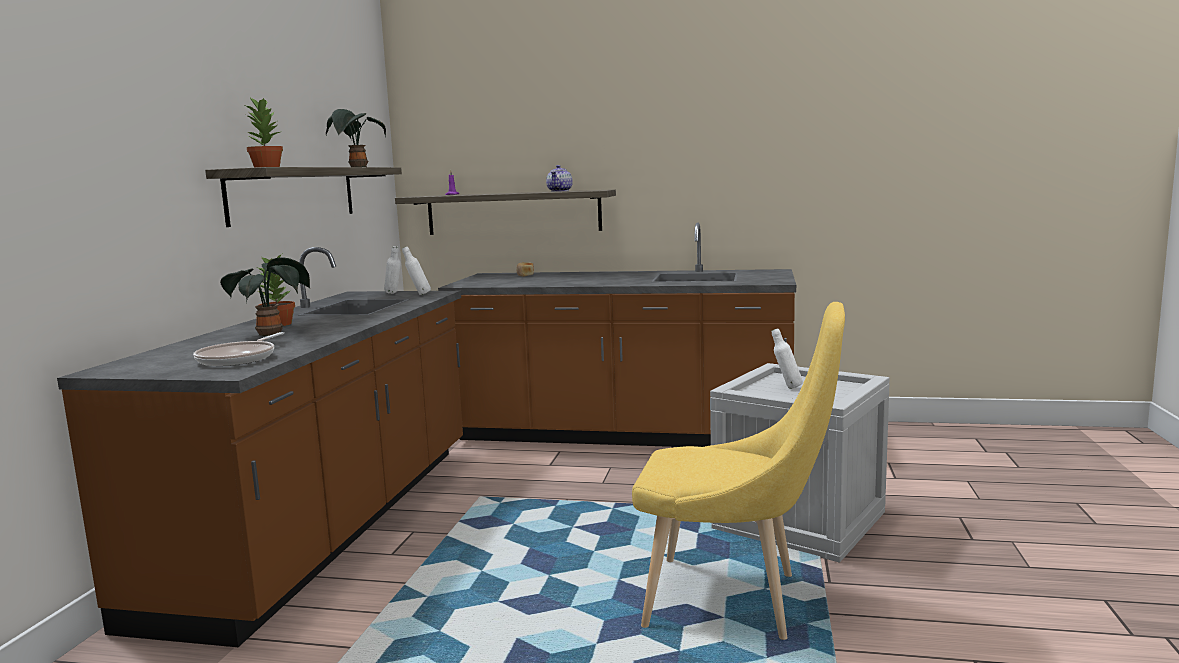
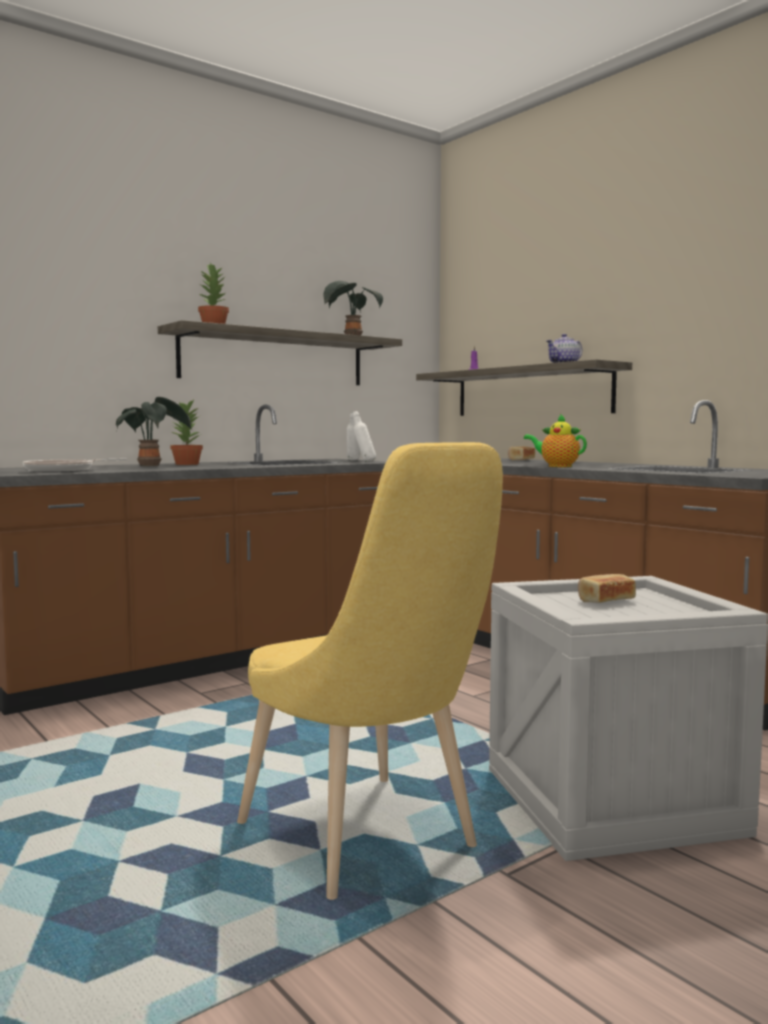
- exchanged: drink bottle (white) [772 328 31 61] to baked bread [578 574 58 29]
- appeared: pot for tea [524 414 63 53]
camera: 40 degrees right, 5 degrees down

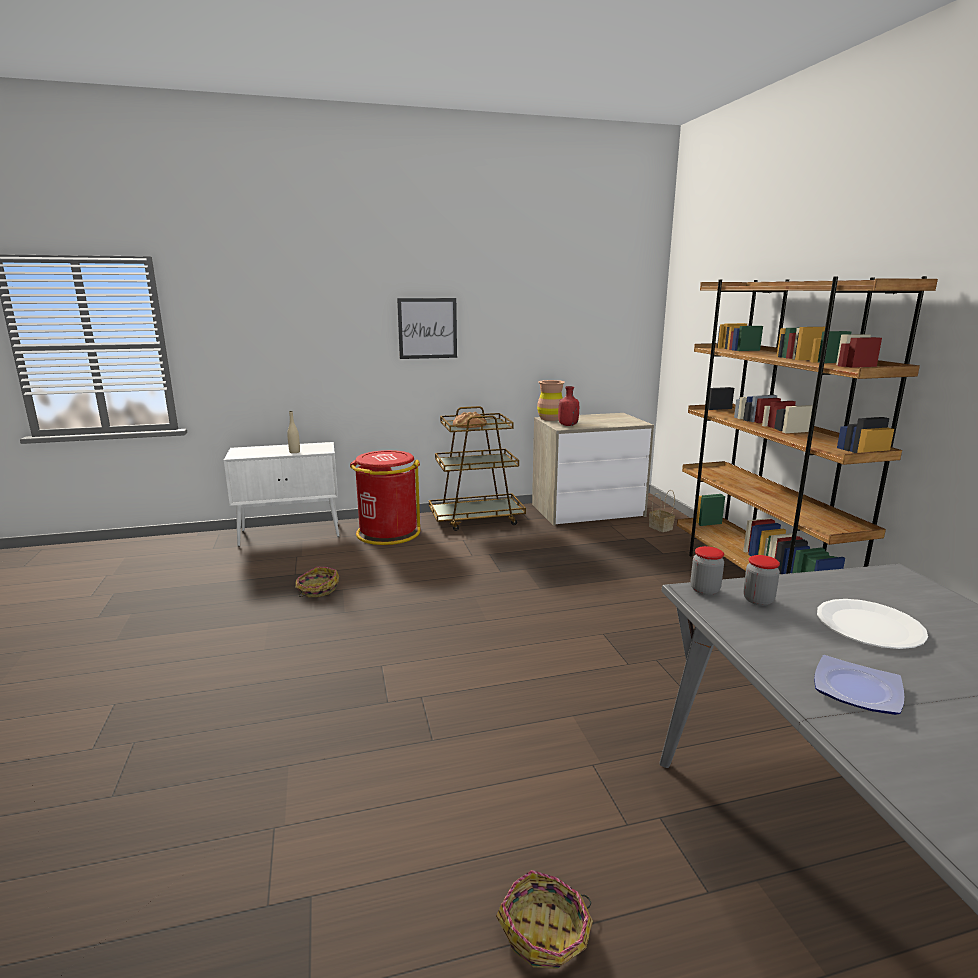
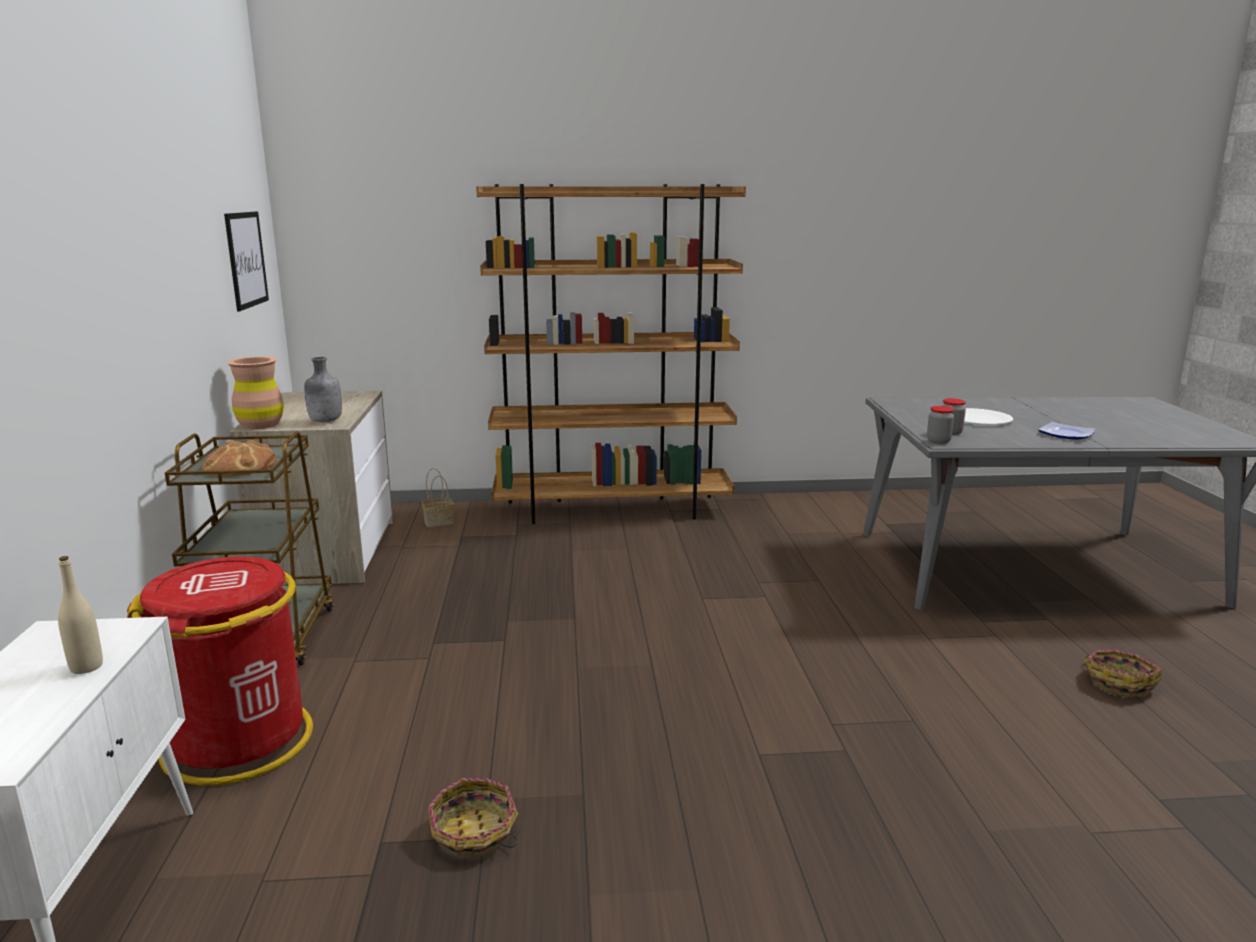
- relocated: wall art [397 298 60 61] to [224 211 45 100]
- colour: drink bottle (reddish) [558 386 21 40] to drink bottle (gray) [304 357 38 65]
camera: 80 degrees left, 0 degrees up

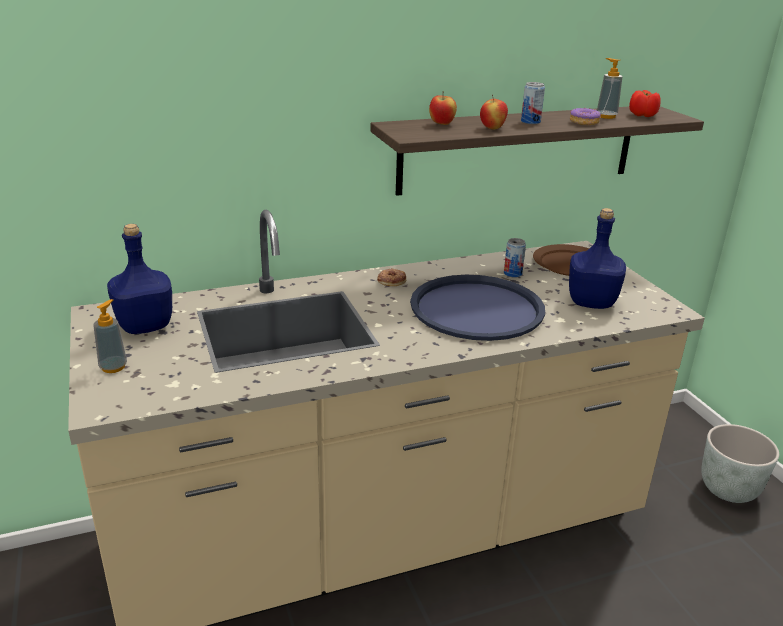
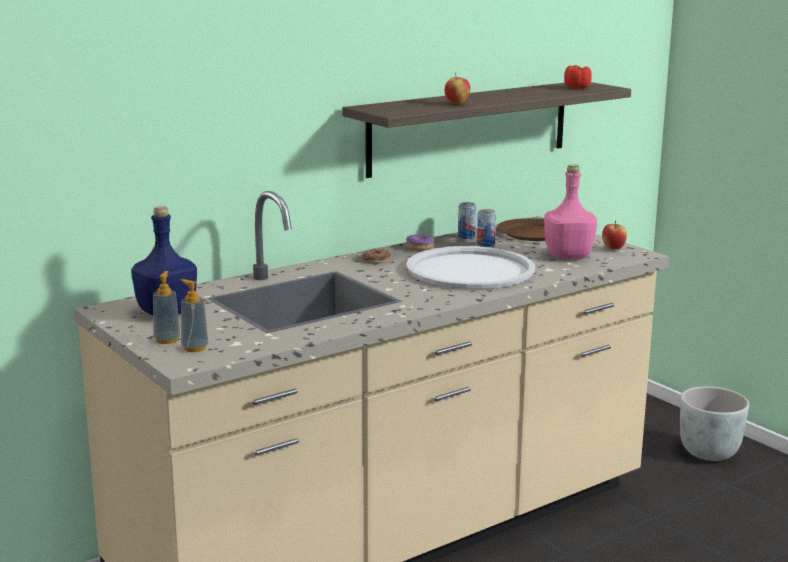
- relocated: soap dispenser [597 58 25 61] to [181 279 27 73]
- relocated: can [521 82 24 42] to [458 202 18 37]
- relocated: whole apple [429 91 28 34] to [602 221 25 29]
- relocated: doughnut [570 108 31 17] to [406 234 28 17]
- colour: drink bottle (blue-coloured) [569 208 57 101] to drink bottle (pink) [544 164 53 95]
- colour: tray (blue-coloured) [410 275 135 66] to tray (white) [406 246 129 43]
camera: 15 degrees left, 10 degrees down

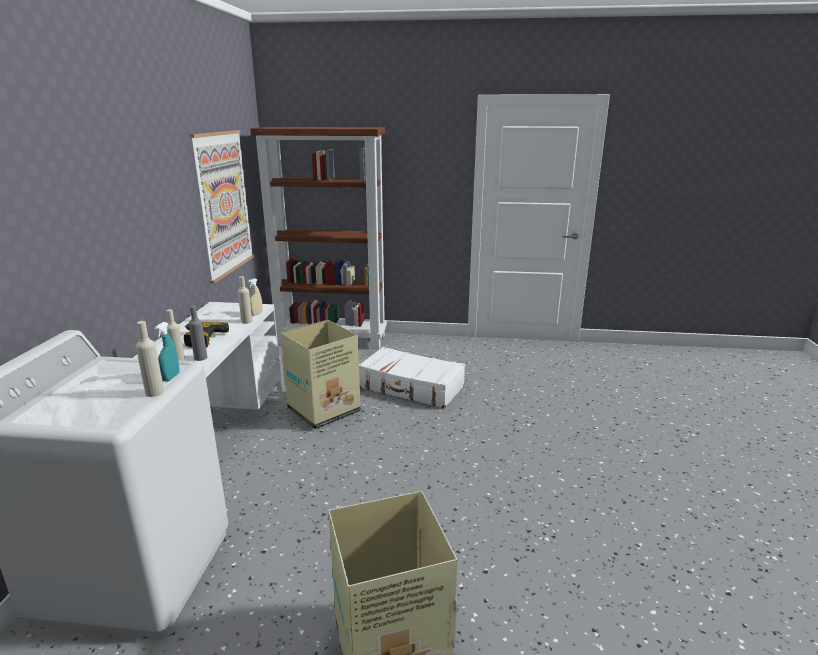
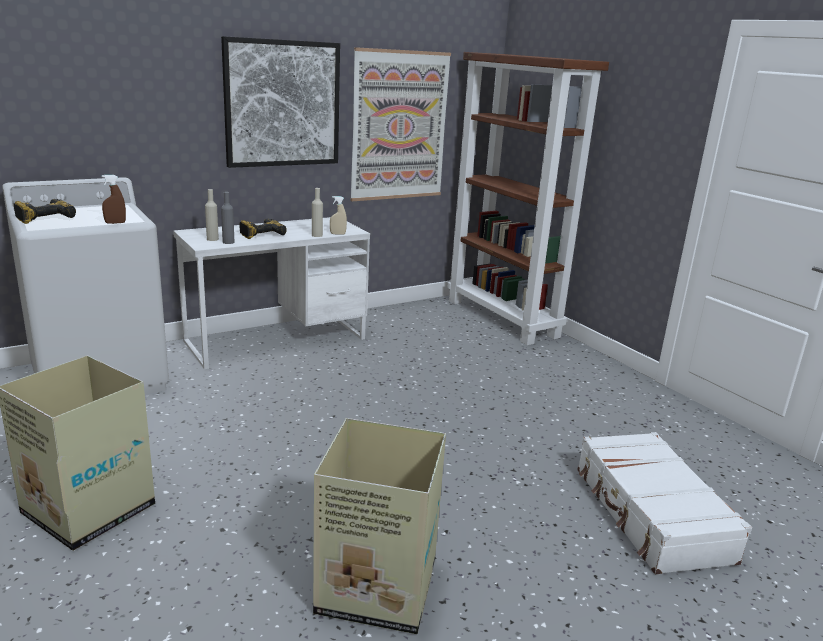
- relocated: cardboard box [281 320 80 109] to [313 418 133 216]
- missing: drink bottle (sand-coloured) [136 321 28 76]
- colour: spray bottle (turquoise) [155 322 24 59] to spray bottle (brown) [102 175 24 49]
- relocated: piece of luggage (white) [359 347 106 61] to [577 432 175 142]
- appeared: wall art [221 36 119 132]
- appeared: power drill [14 199 62 25]
camera: 50 degrees right, 0 degrees up

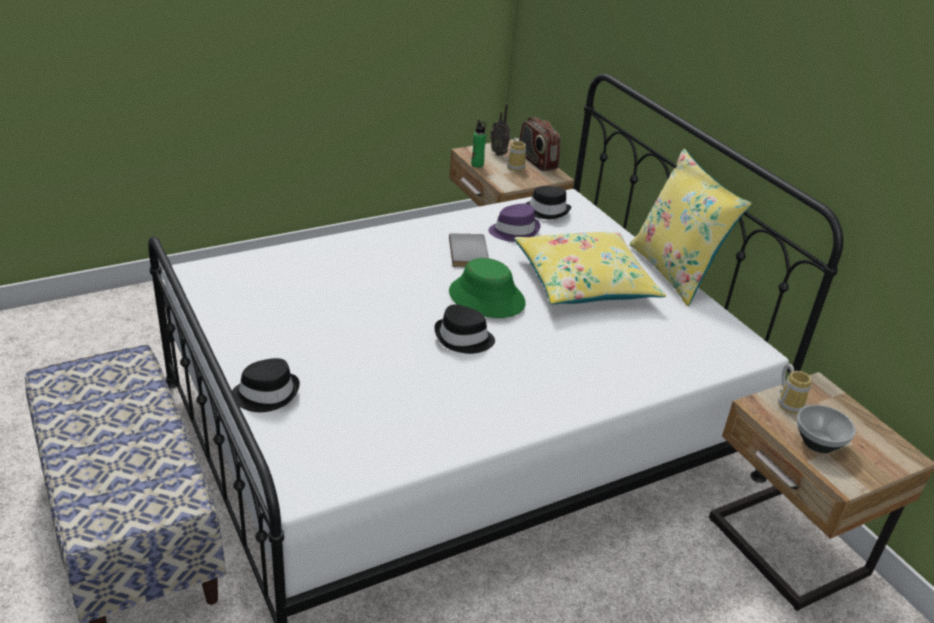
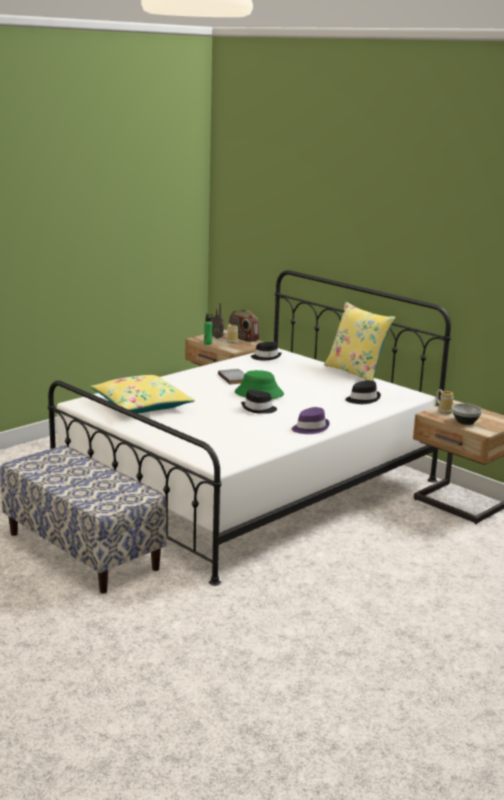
- relocated: wearable hat (purple-coloured) [488 203 52 39] to [292 407 38 27]
- relocated: throw pillow (yellow-coloured) [514 232 152 73] to [91 375 104 39]
- relocated: wearable hat (black-coloured) [232 358 68 54] to [345 380 36 24]
camera: 15 degrees left, 15 degrees down

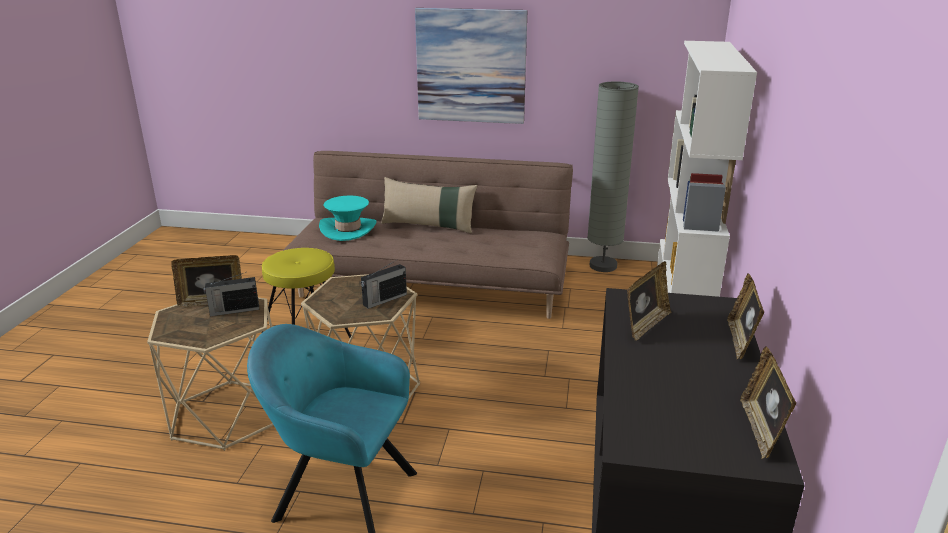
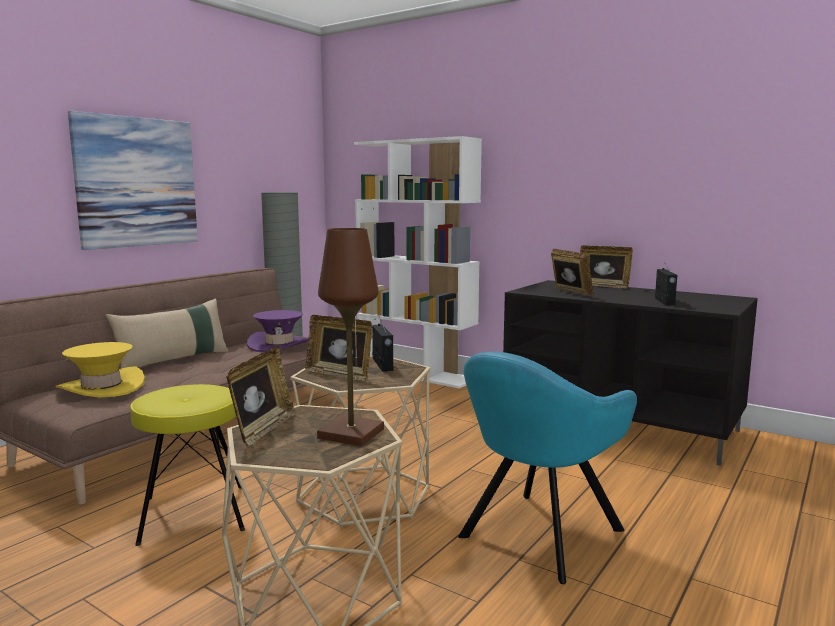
- colour: wearable hat (turquoise) [319 196 58 45] to wearable hat (yellow-coloured) [56 342 89 55]
- relocated: radio receiver [203 272 56 44] to [655 263 22 43]
- relocated: standing frame [740 346 56 113] to [305 315 67 66]
- appeared: table lamp (brown) [317 228 67 218]
- appeared: wearable hat (purple-coloured) [247 310 62 42]
camera: 65 degrees left, 15 degrees down

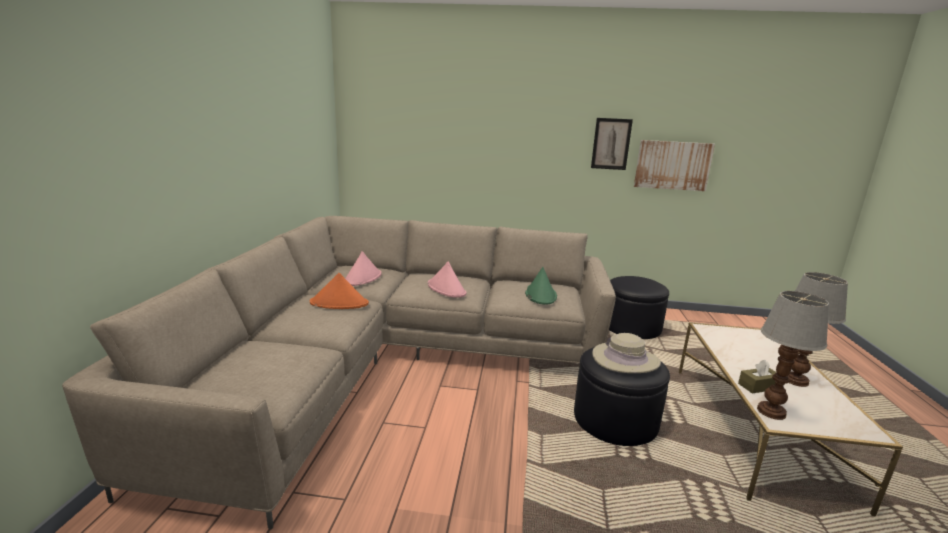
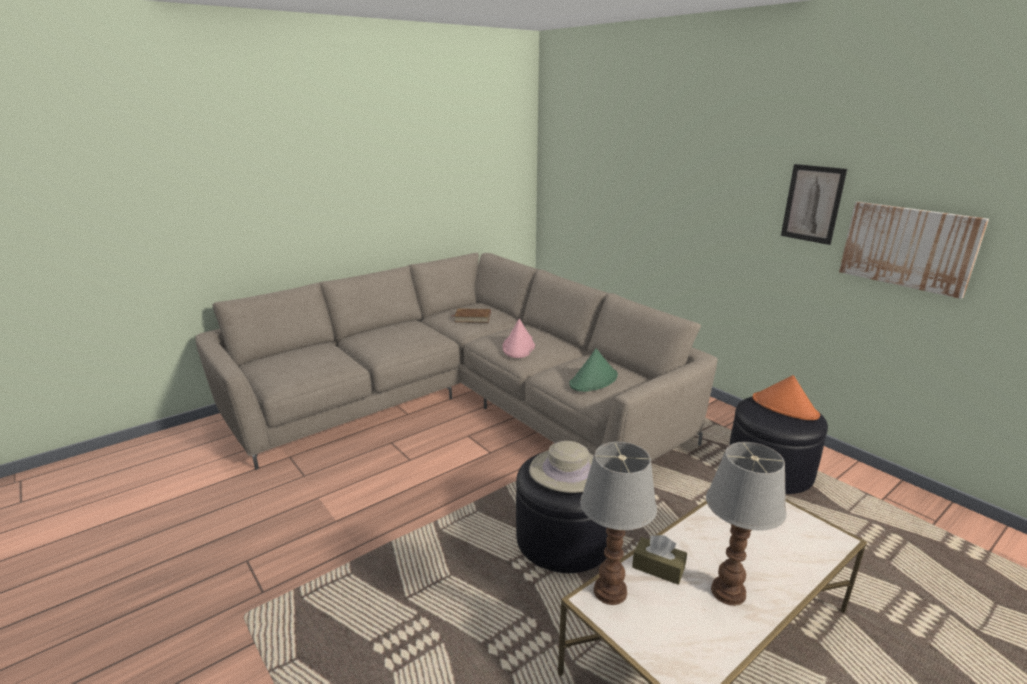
- exchanged: wearable hat (pink) [345 251 37 35] to volume (brown) [455 308 35 15]
- relocated: wearable hat (orangey) [310 273 59 36] to [752 375 68 45]
camera: 45 degrees right, 5 degrees up

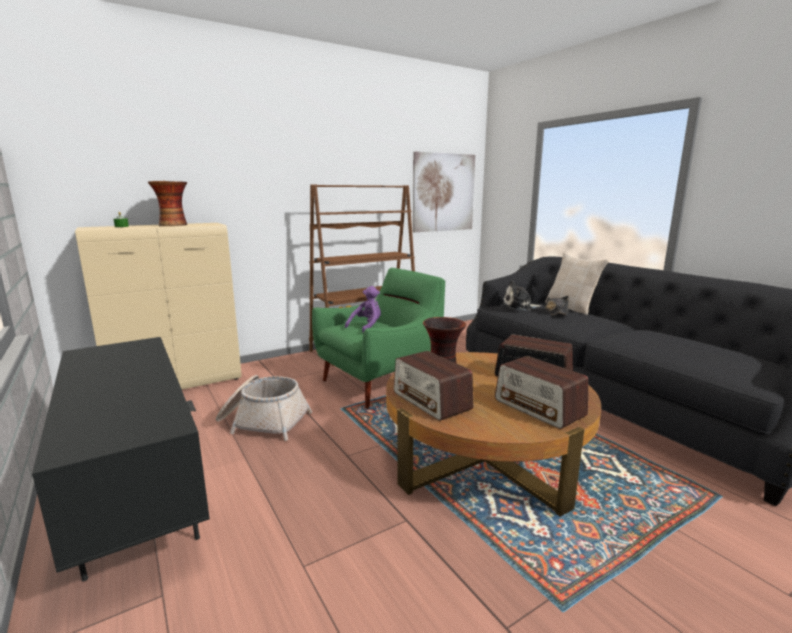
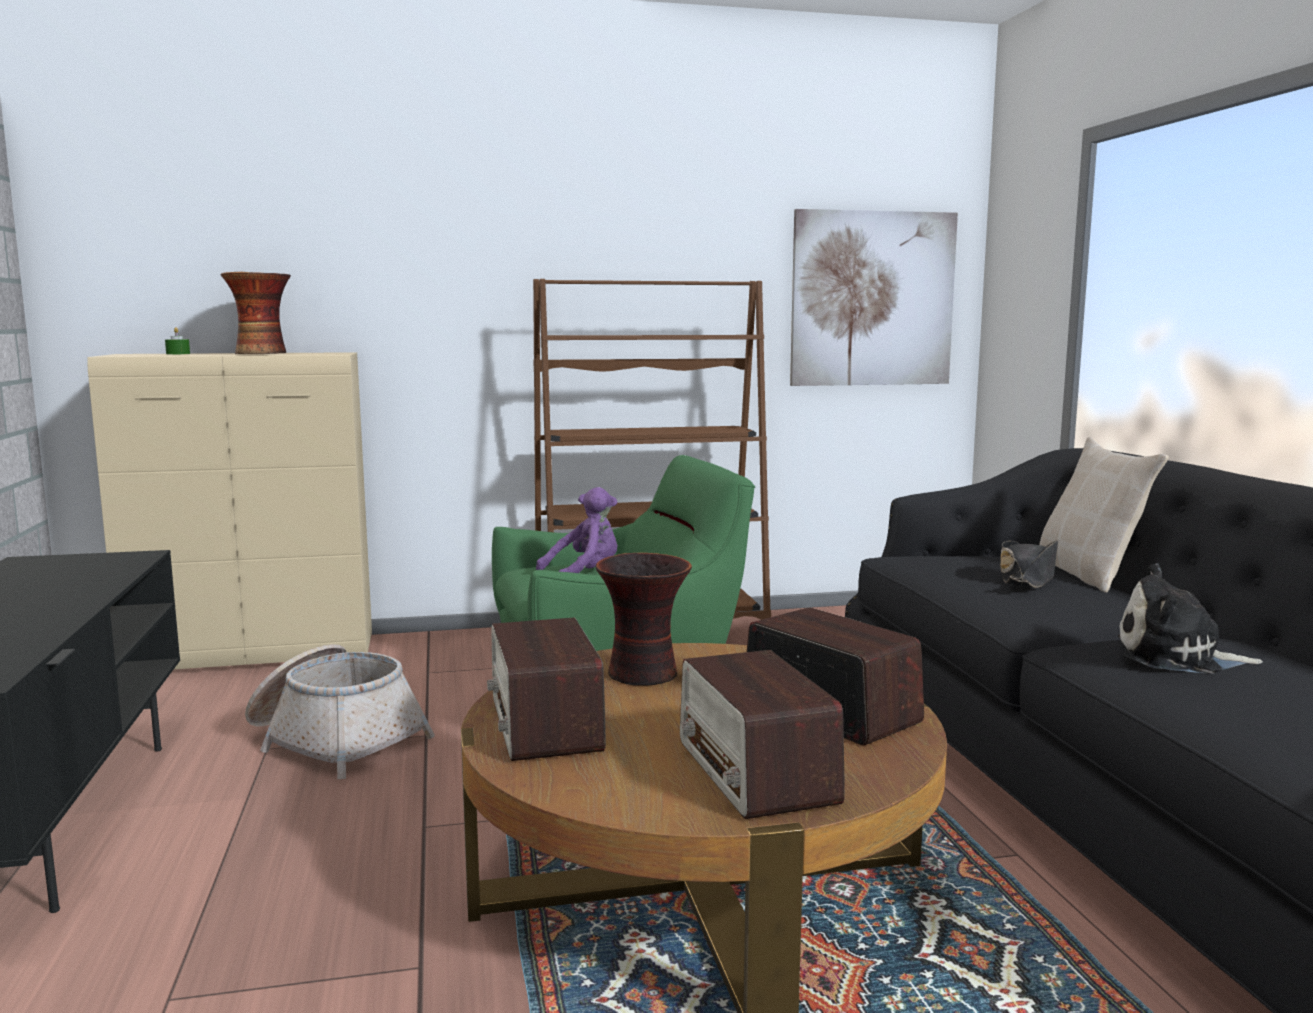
- relocated: soft toy [502 280 39 30] to [1118 563 145 111]
camera: 20 degrees right, 5 degrees down

